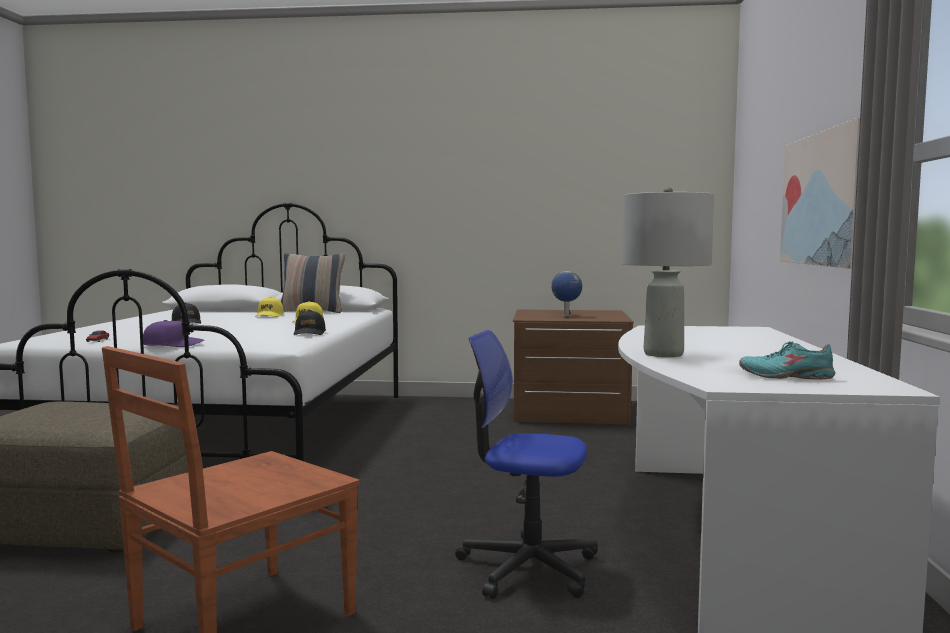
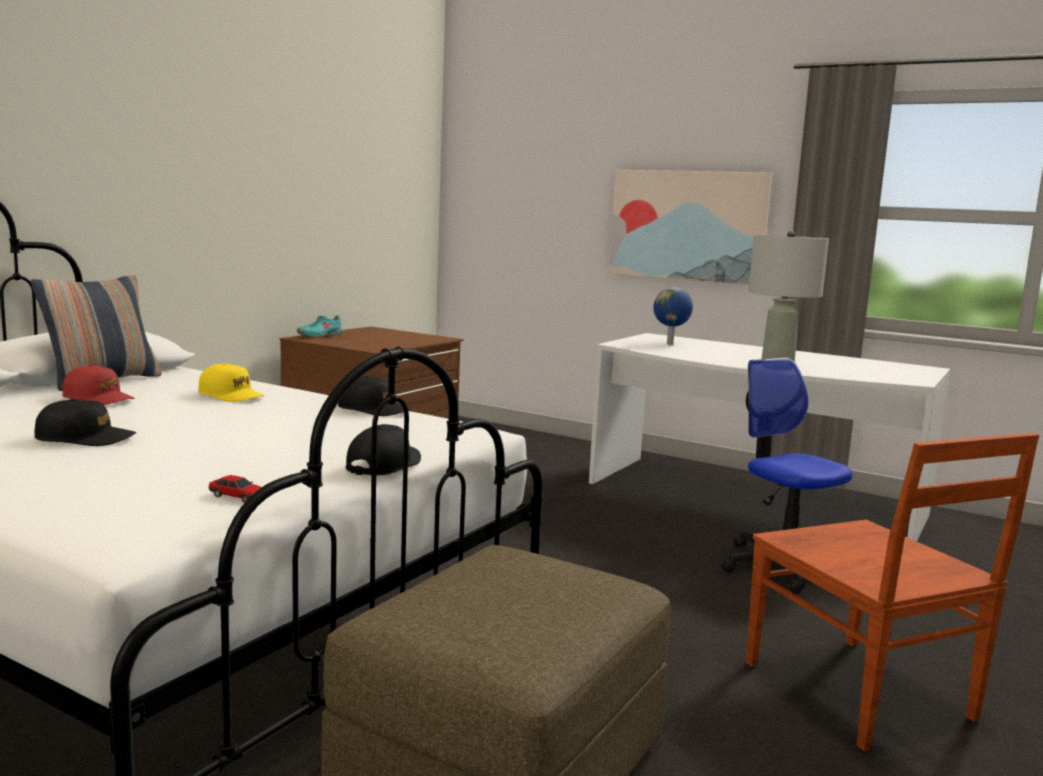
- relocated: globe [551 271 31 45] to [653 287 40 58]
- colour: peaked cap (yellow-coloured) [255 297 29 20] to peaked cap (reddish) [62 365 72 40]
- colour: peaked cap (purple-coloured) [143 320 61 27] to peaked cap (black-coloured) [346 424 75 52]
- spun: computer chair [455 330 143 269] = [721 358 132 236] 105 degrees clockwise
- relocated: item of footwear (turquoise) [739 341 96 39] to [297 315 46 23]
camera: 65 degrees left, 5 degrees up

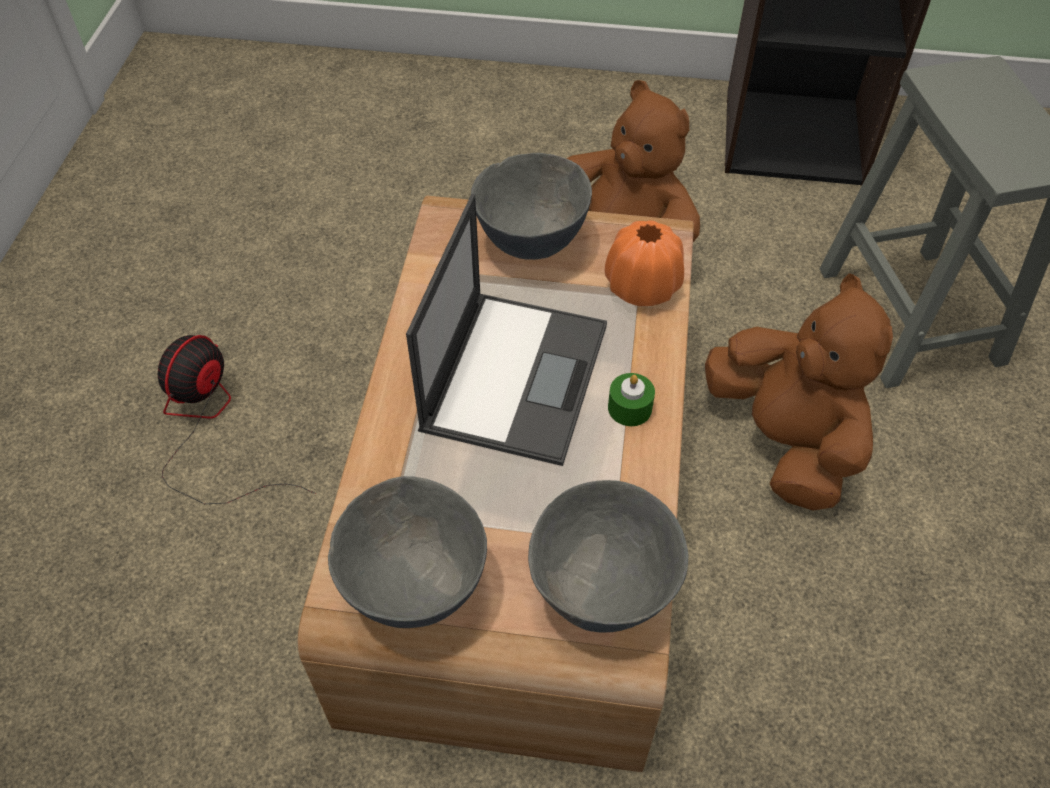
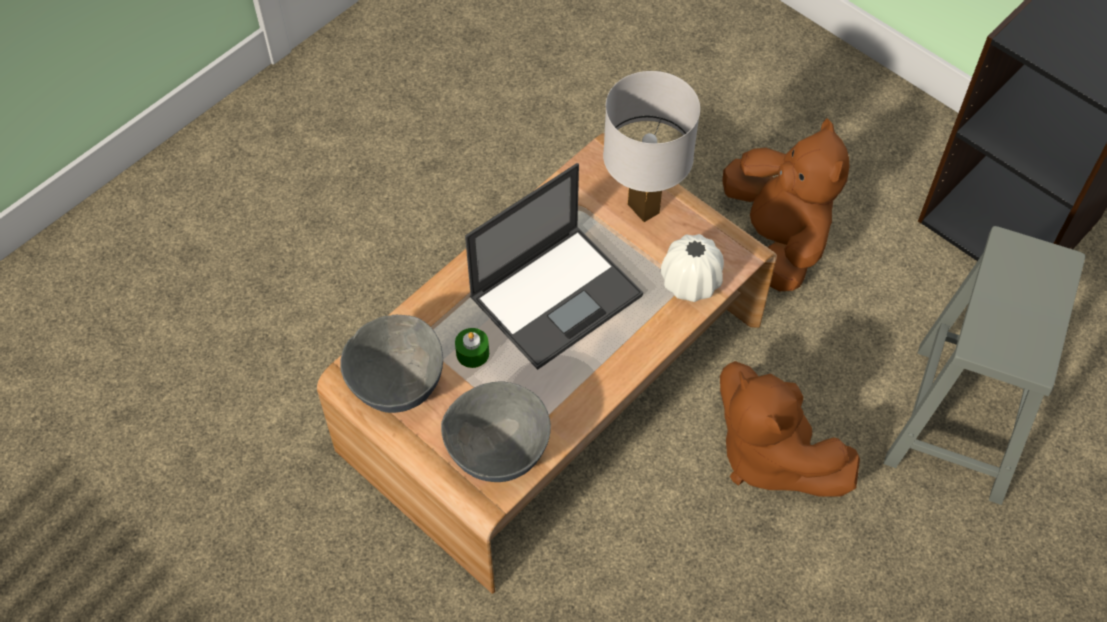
- exchanged: bowl (gray) [471 153 121 107] to table lamp (white) [603 71 97 151]
- colour: vase (orangey) [605 220 79 86] to vase (white) [661 234 63 68]
- spun: soft toy (brown) [705 273 188 238] = [720 361 140 136] 135 degrees clockwise
- missing: cooling fan [158 335 157 169]
- relocated: wax light (green) [608 373 47 53] to [455 328 34 40]
camera: 35 degrees right, 5 degrees up

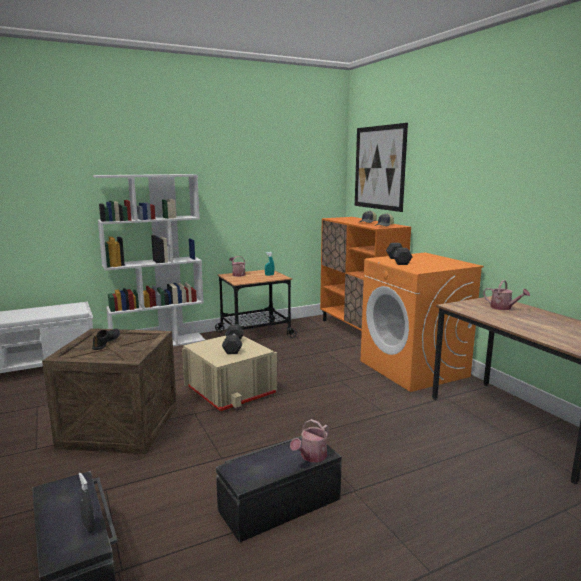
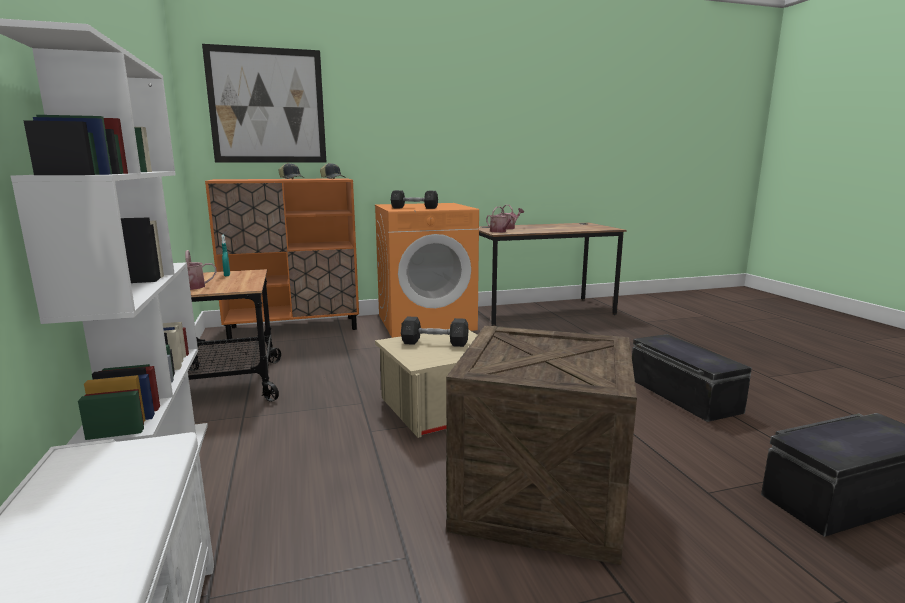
- missing: item of footwear (black-coloured) [92 329 28 21]
- relocated: watering can [290 419 39 43] to [486 207 31 26]
- missing: spray bottle (gray) [79 473 17 61]
camera: 80 degrees left, 0 degrees up

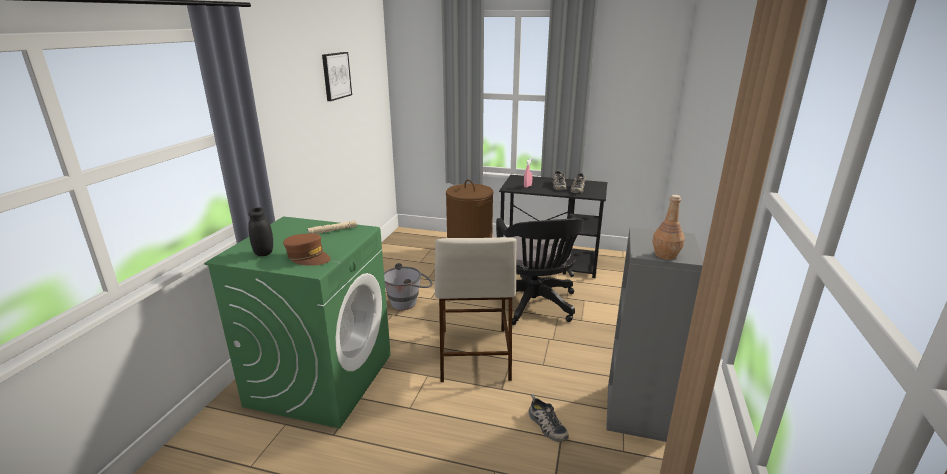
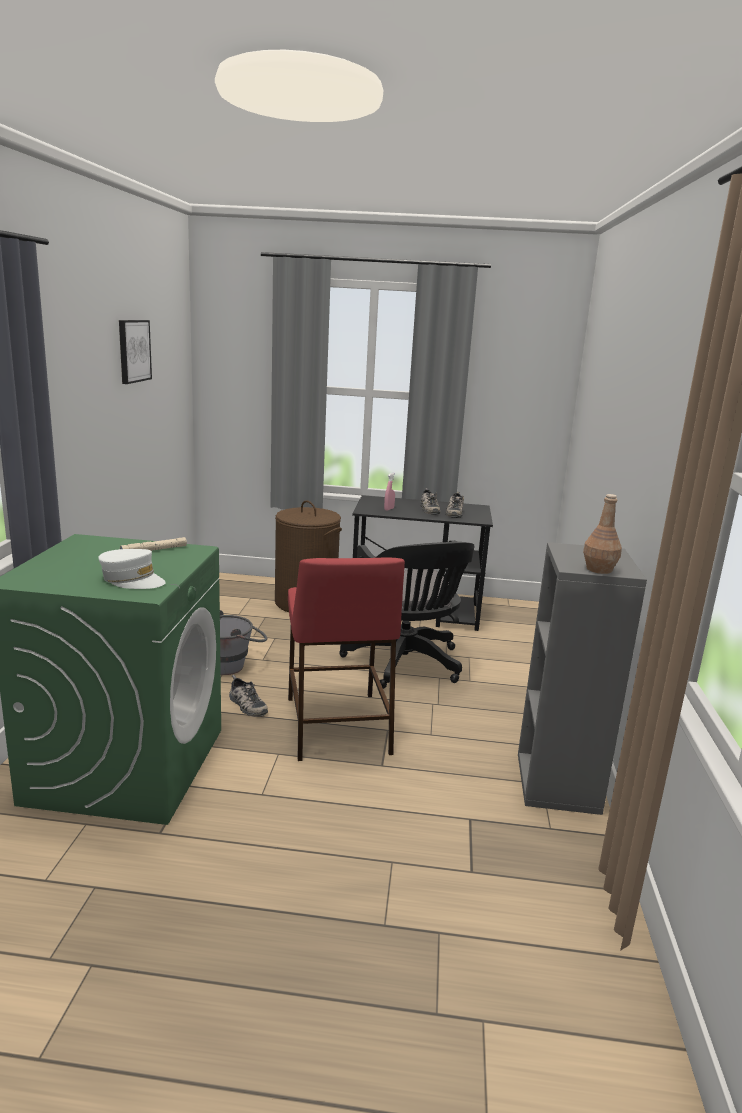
- missing: preserve jar (black-coloured) [248 208 25 48]
- colour: peaked cap (brown) [283 234 48 32] to peaked cap (white) [98 549 68 40]
- colour: stool seat (sand-coloured) [434 237 82 145] to stool seat (reddish) [288 557 117 204]
- relocated: item of footwear [529 394 40 48] to [229 675 39 42]
camera: 10 degrees left, 5 degrees down

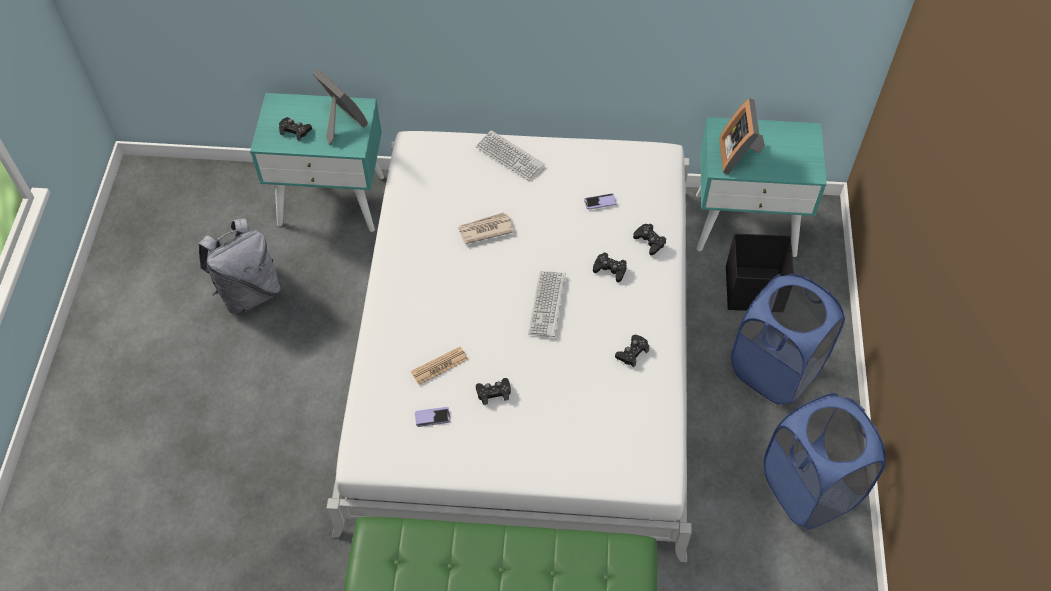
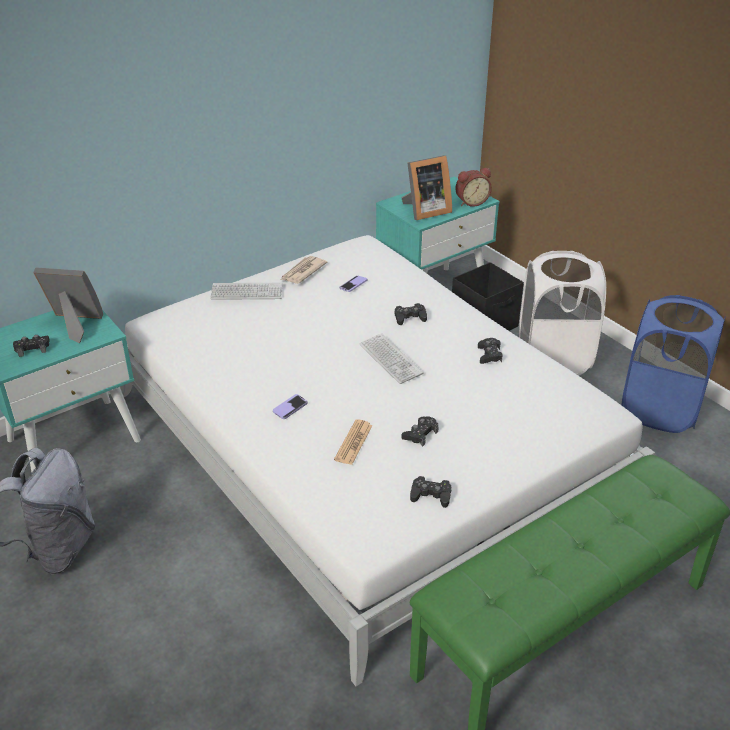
- spun: standing frame [719 98 46 76] = [401 155 51 65] 75 degrees counterclockwise
- relocated: newspaper [458 212 56 32] to [281 256 46 28]
- relocated: game controller (black-coloured) [633 224 33 31] to [410 476 41 32]
- colour: laundry basket (blue-coloured) [730 274 115 130] to laundry basket (white) [519 251 87 125]
- relocated: handset [415 407 36 20] to [273 394 35 25]
- appeared: alarm clock [455 168 37 39]
camera: 40 degrees left, 20 degrees down

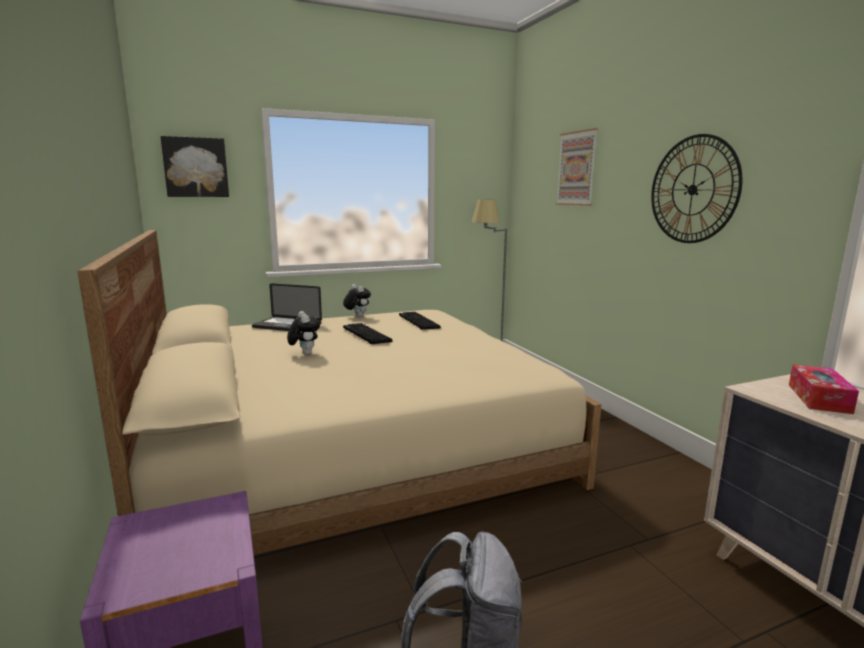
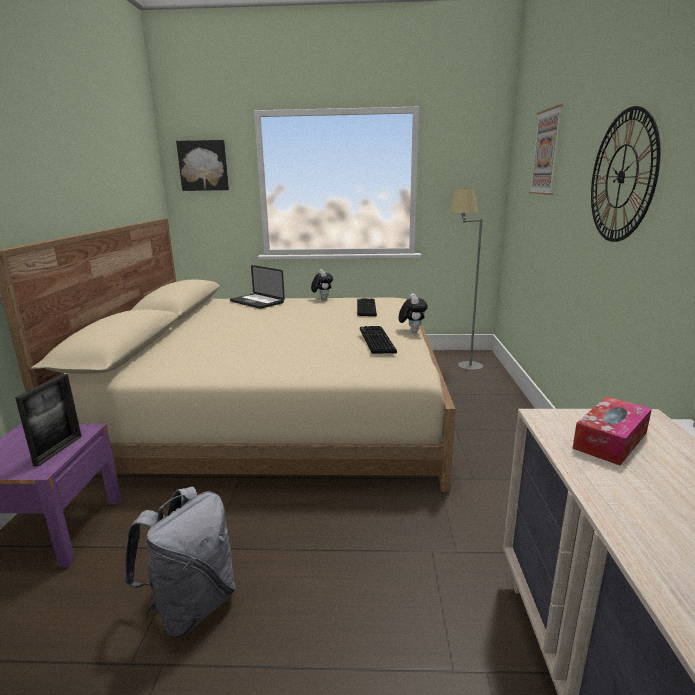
- relocated: soft toy [287 311 33 44] to [399 293 29 40]
- relocated: PC keyboard [343 323 50 21] to [360 326 37 28]
- appeared: standing frame [15 374 67 93]
camera: 25 degrees right, 5 degrees up

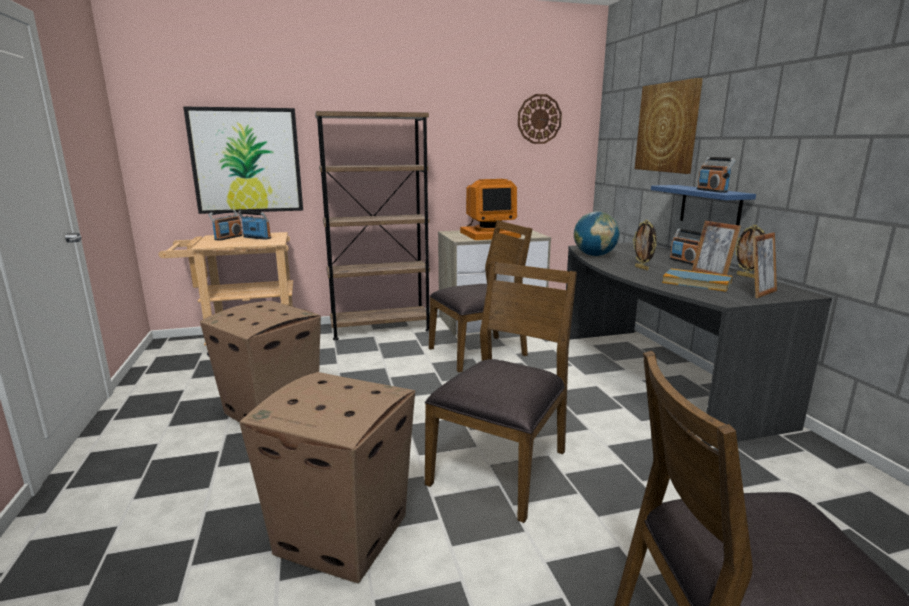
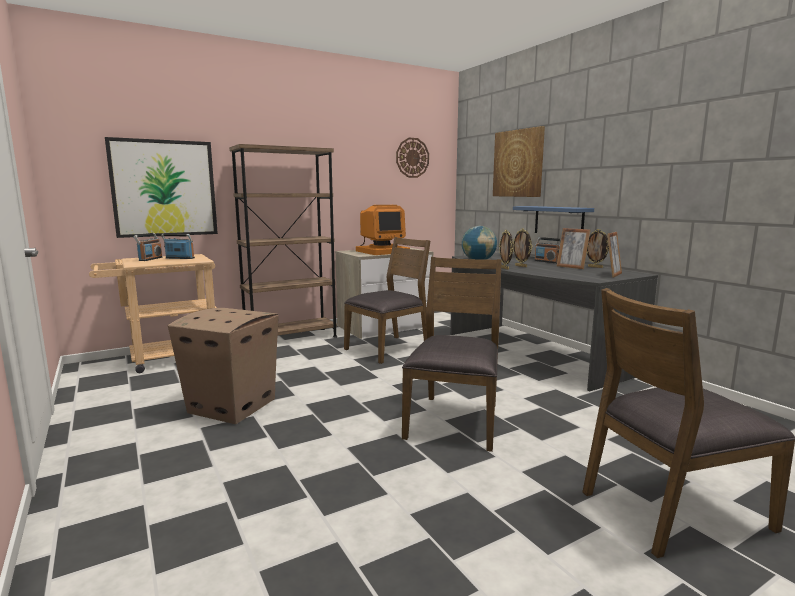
- missing: radio receiver [697 157 39 36]
- missing: volume [662 268 71 23]
- missing: cardboard box [240 372 175 211]
- appeared: standing frame [499 230 14 40]
camera: 15 degrees left, 5 degrees down

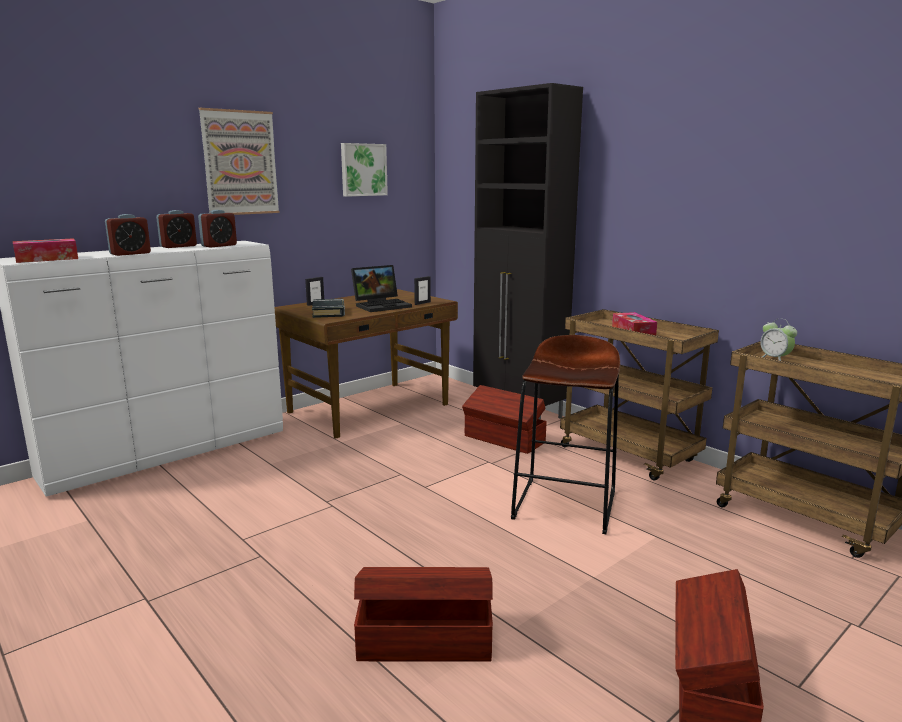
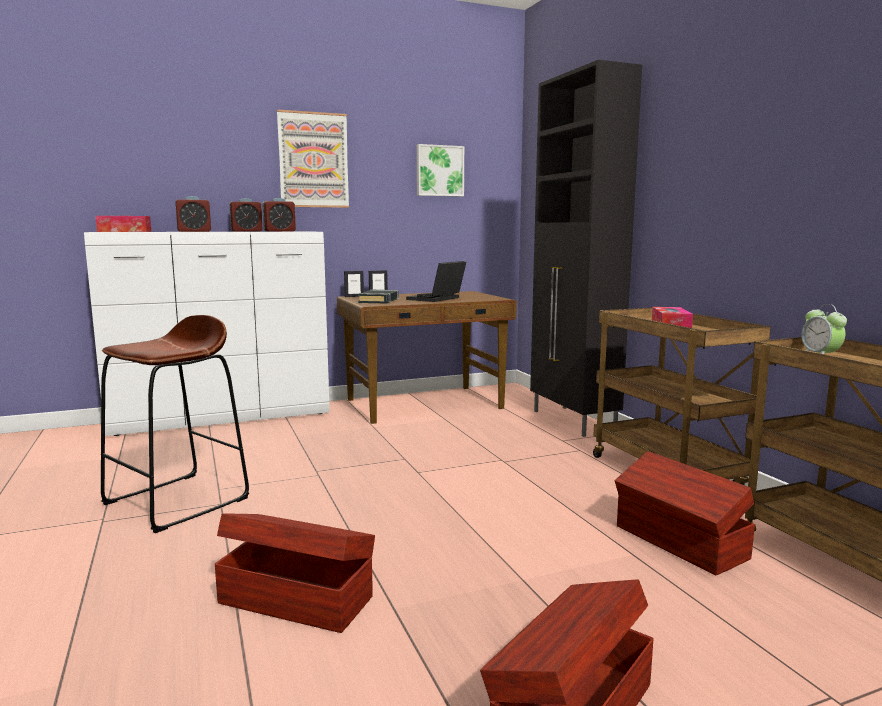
- spun: portable computer [351 265 61 47] = [406 261 60 41] 135 degrees clockwise
- relocated: standing frame [414 276 17 29] to [344 271 20 26]
- relocated: stool seat (brown) [511 335 109 199] to [101 315 148 218]
- relocated: storage container (brown) [462 385 85 69] to [615 451 140 124]
camera: 20 degrees right, 5 degrees down

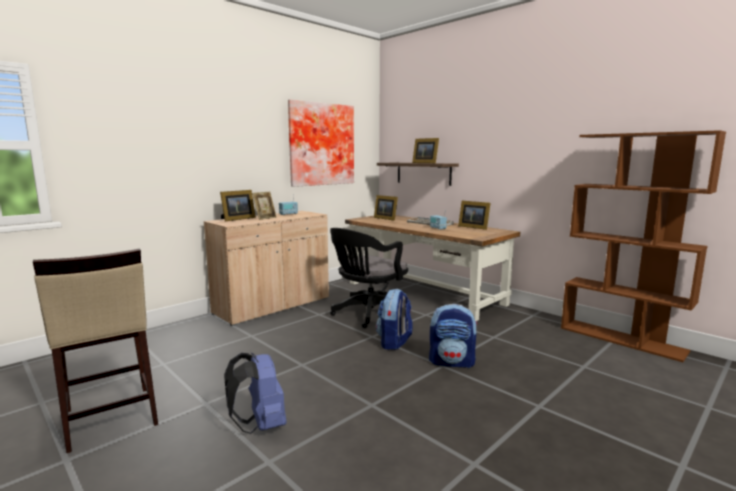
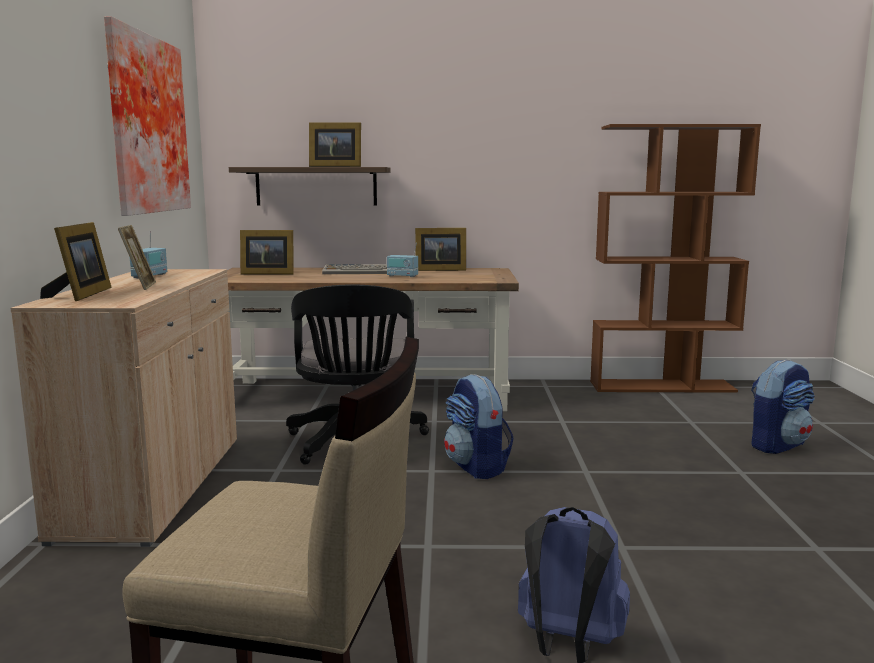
- relocated: backpack [429 304 49 64] to [751 359 64 95]
camera: 45 degrees left, 0 degrees up

